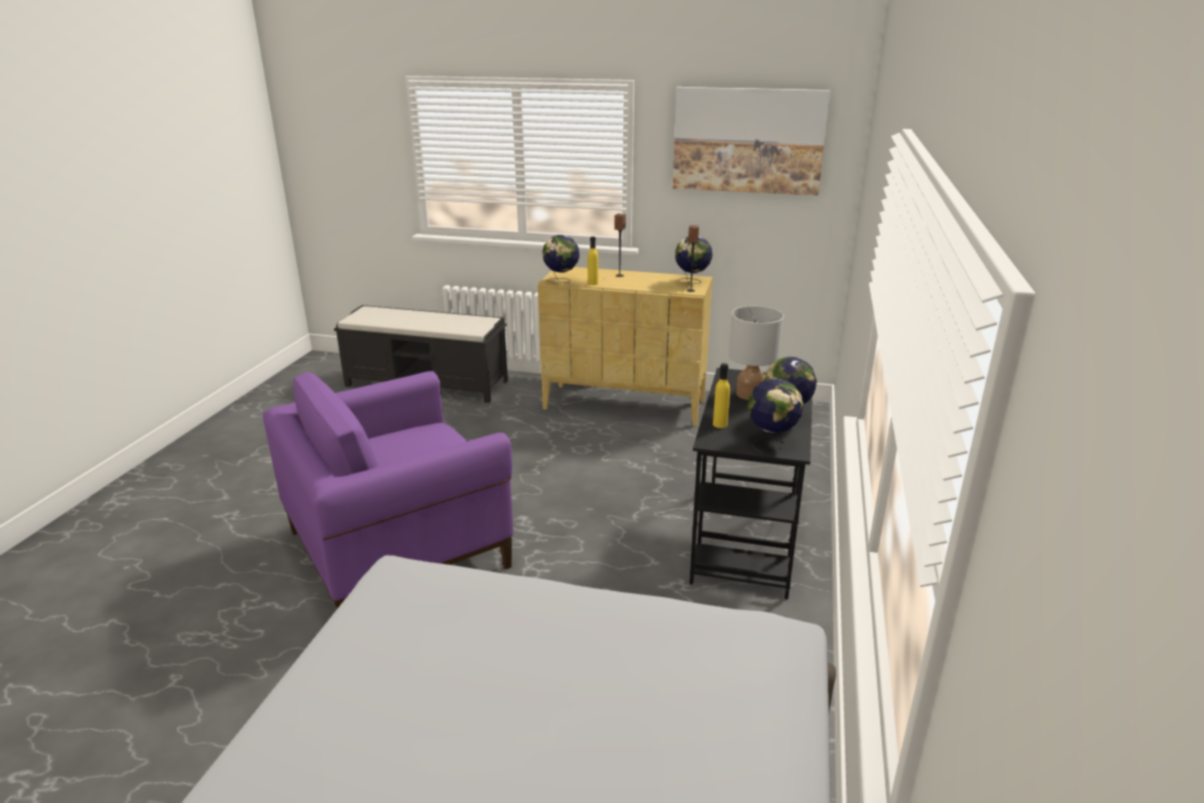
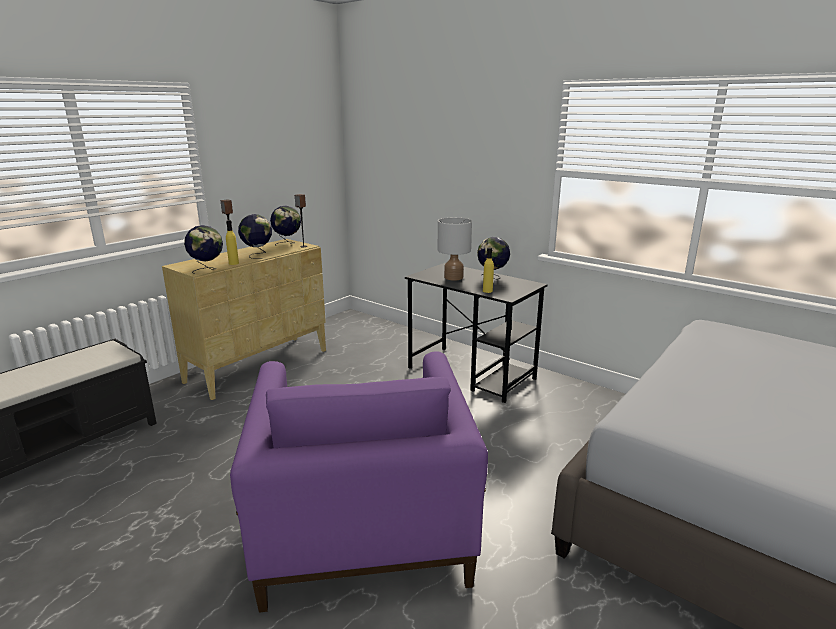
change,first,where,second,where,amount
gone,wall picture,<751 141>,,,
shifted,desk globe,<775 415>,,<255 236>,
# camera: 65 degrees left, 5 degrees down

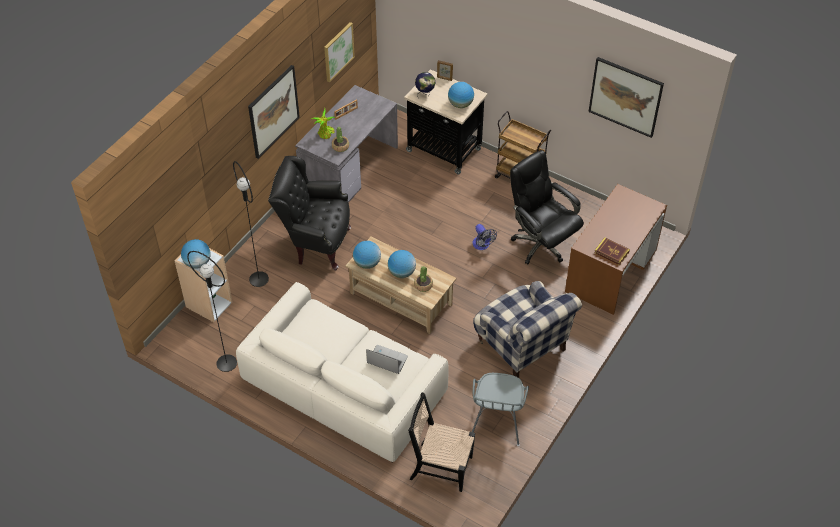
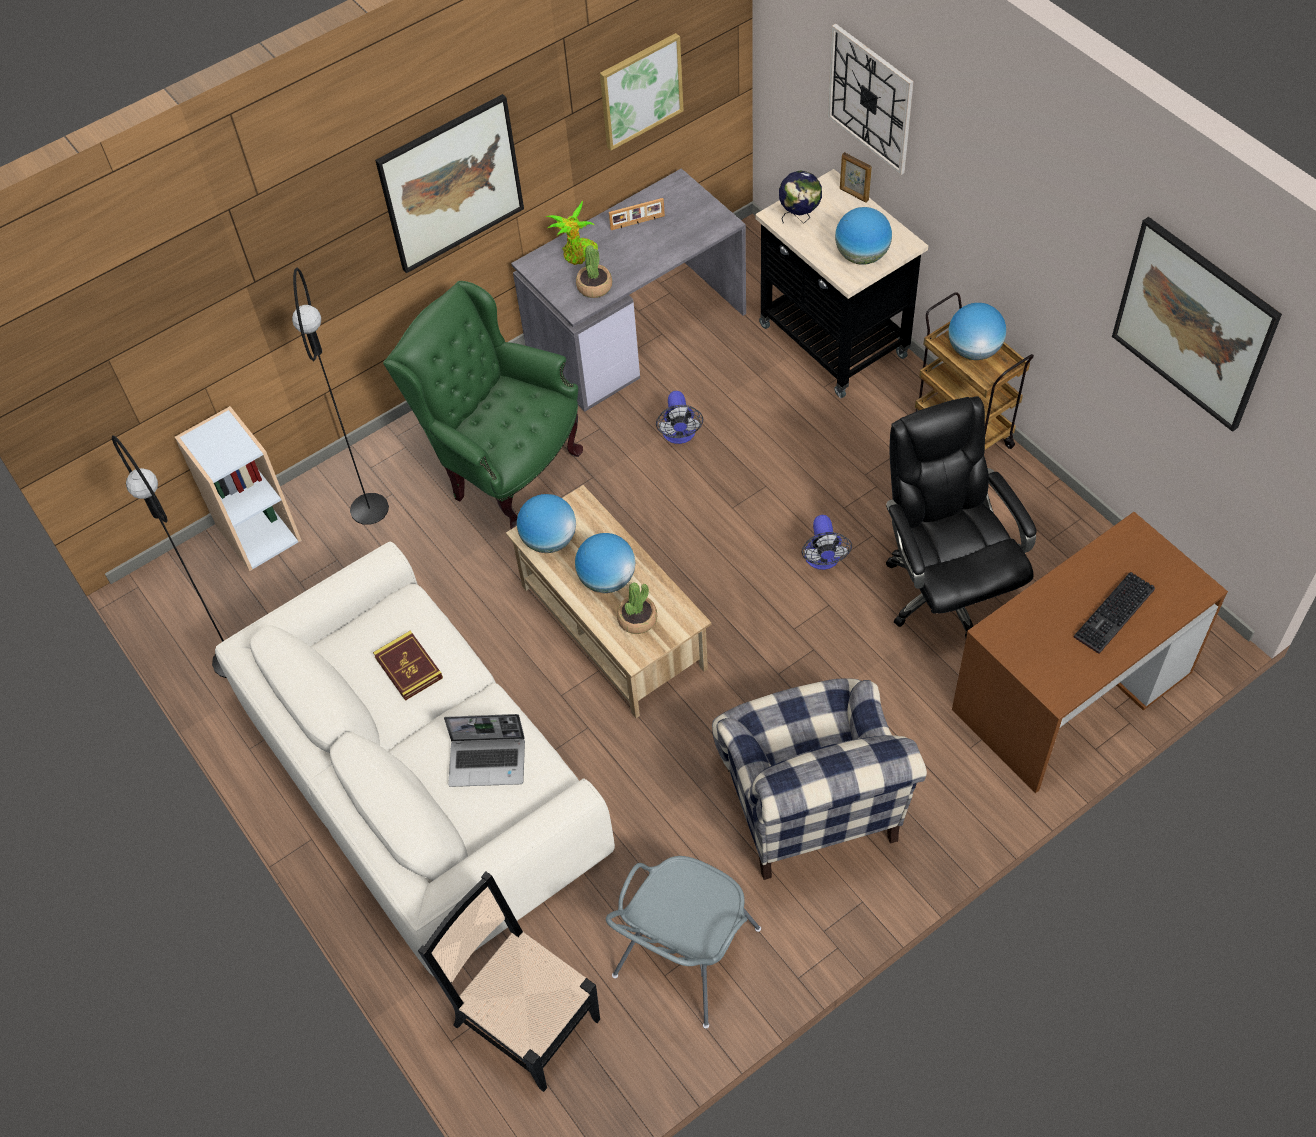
change,first,where,second,where,amount
new,,,fan,<679 417>,
new,,,wall clock,<870 99>,
new,,,PC keyboard,<1114 613>,
shifted,desk globe,<196 254>,,<977 331>,
shifted,bound book,<612 251>,,<408 665>,
repainted,blackish easy chair,<309 213>,green-coloured easy chair,<483 405>,
rotated,portable computer,<387 359>,,<484 750>,135 degrees clockwise
# camera: 25 degrees right, 5 degrees up

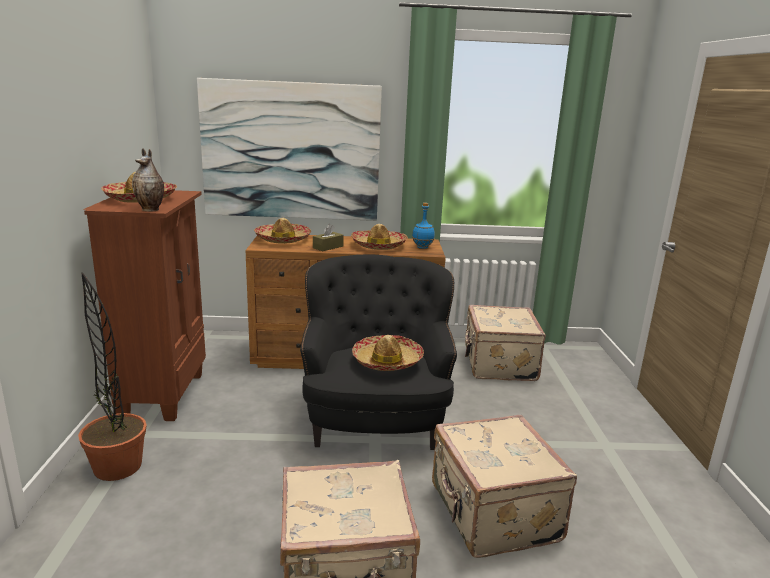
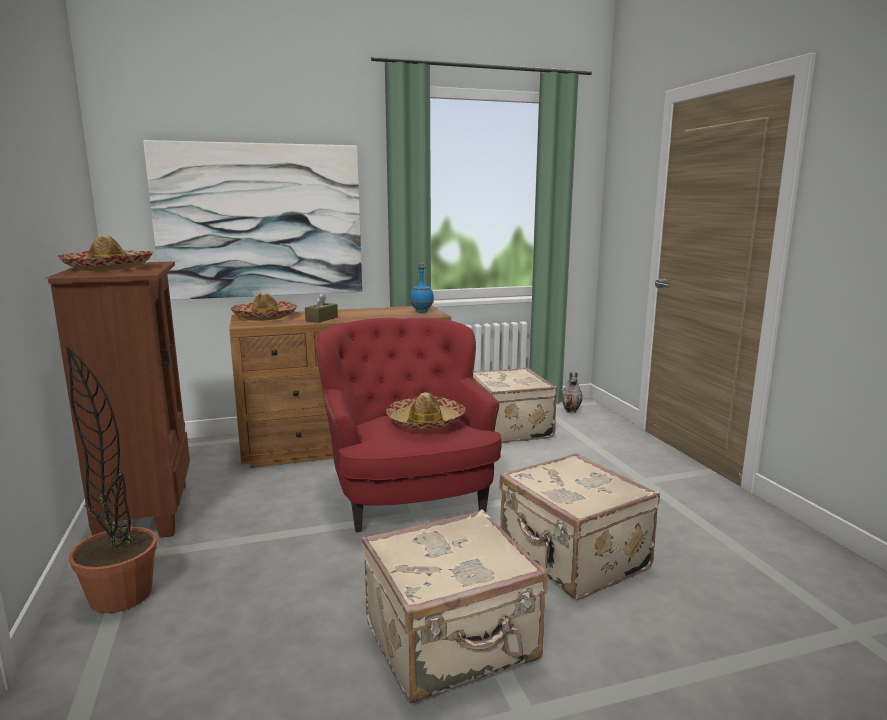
change,first,where,second,where,amount
gone,clothing hat,<379 237>,,,
shifted,vase,<148 179>,,<572 392>,
repainted,blackish easy chair,<378 352>,reddish easy chair,<407 425>,
# camera: 15 degrees left, 5 degrees down

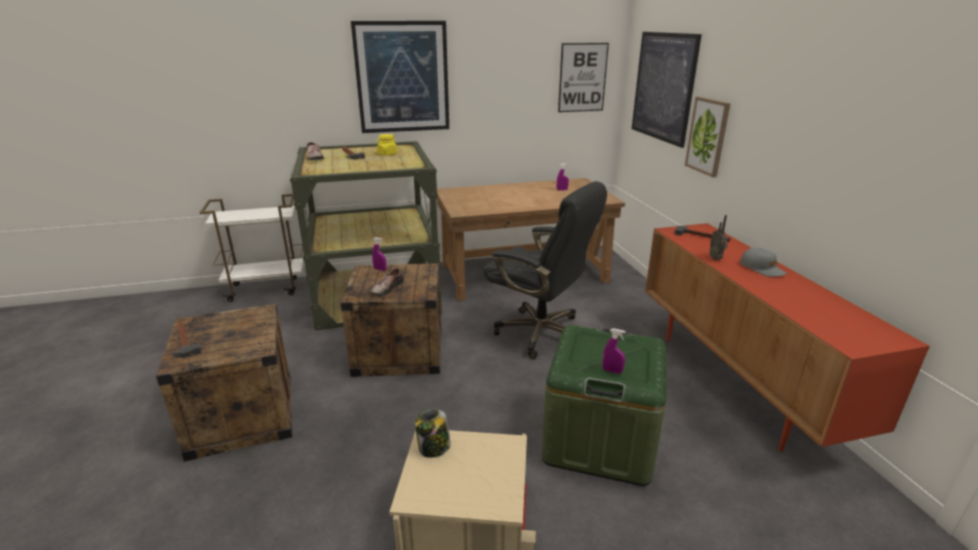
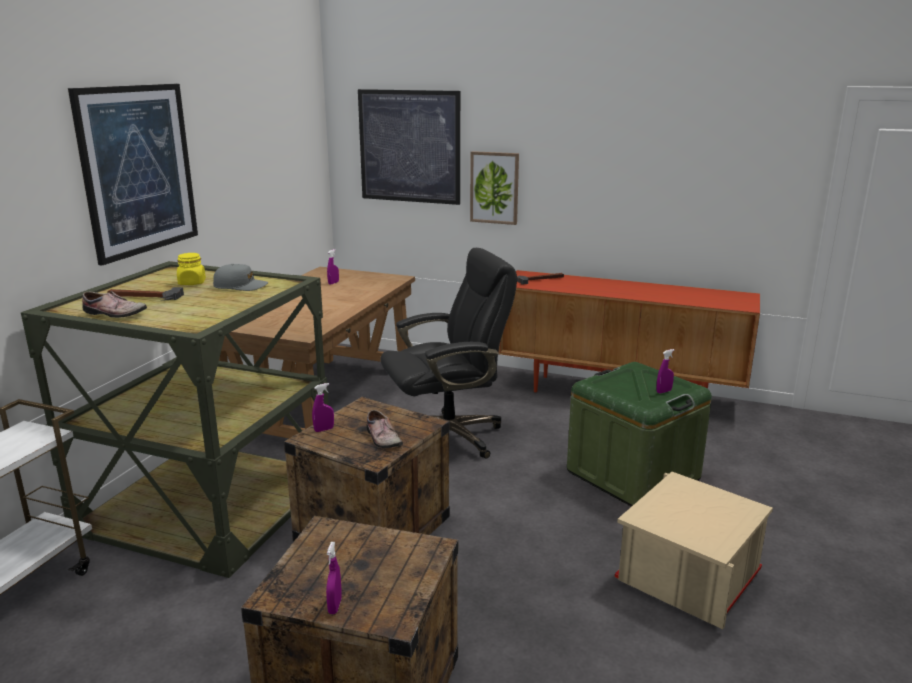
change,first,where,second,where,amount
gone,storage jar,<433 433>,,,
gone,wall picture,<583 77>,,,
gone,radio set,<718 237>,,,
shifted,gray peaked cap,<763 262>,,<240 277>,
swapped,hammer,<186 340>,purplish sprayer,<334 578>,
# camera: 55 degrees left, 5 degrees down

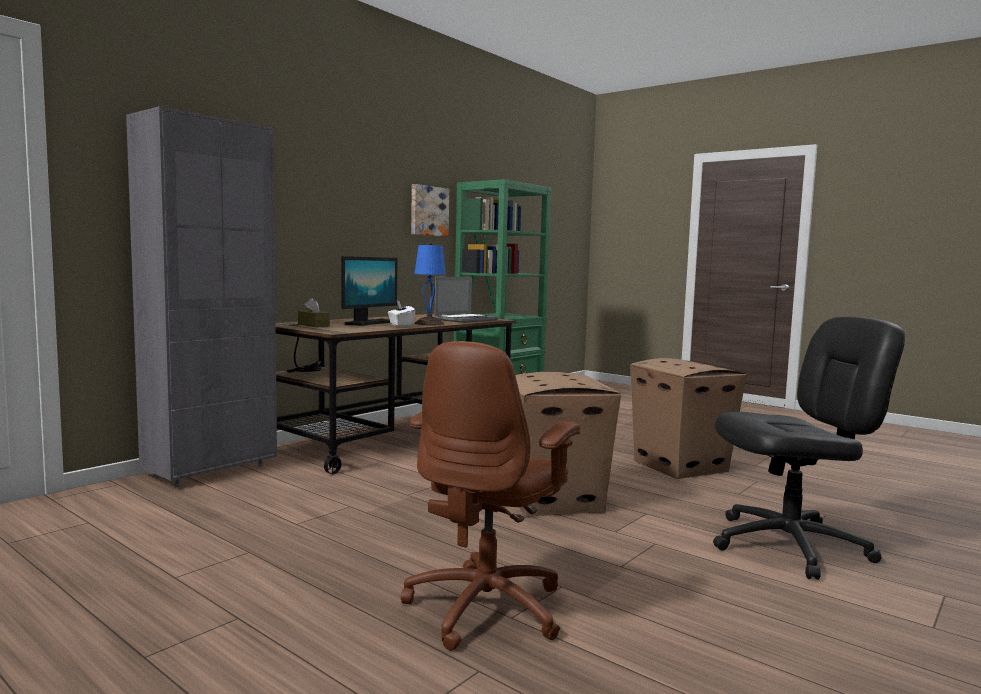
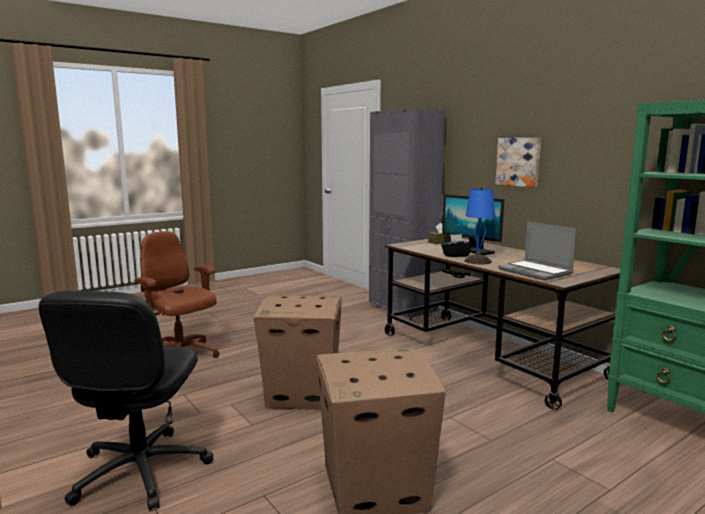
change,first,where,second,where,amount
shifted,wall picture,<430 210>,,<518 163>,
repainted,white-coloured tissue box,<401 314>,blackish tissue box,<456 245>,
# camera: 105 degrees right, 5 degrees up

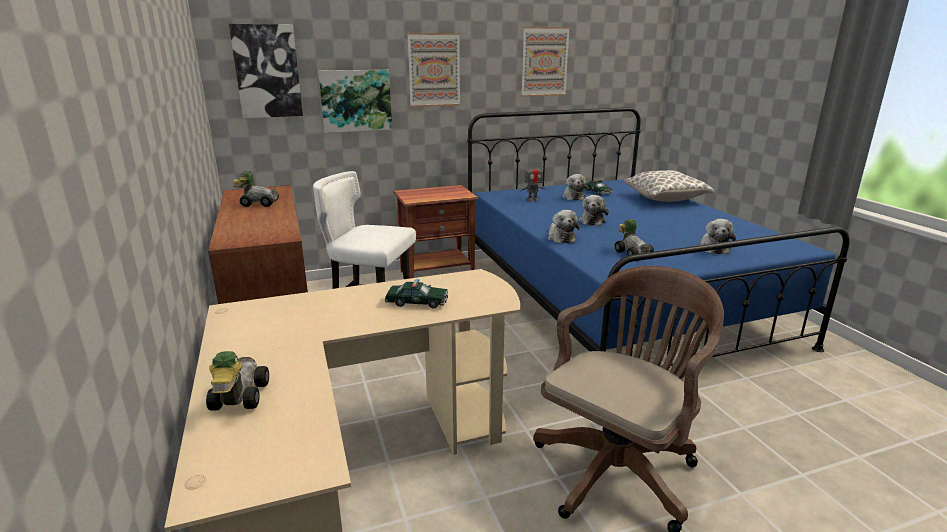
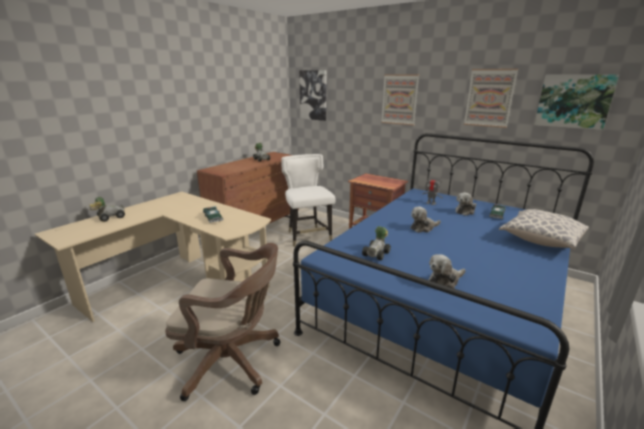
change,first,where,second,where,amount
gone,soft toy,<563 227>,,,
shifted,wall picture,<355 101>,,<576 102>,
# camera: 55 degrees right, 0 degrees up

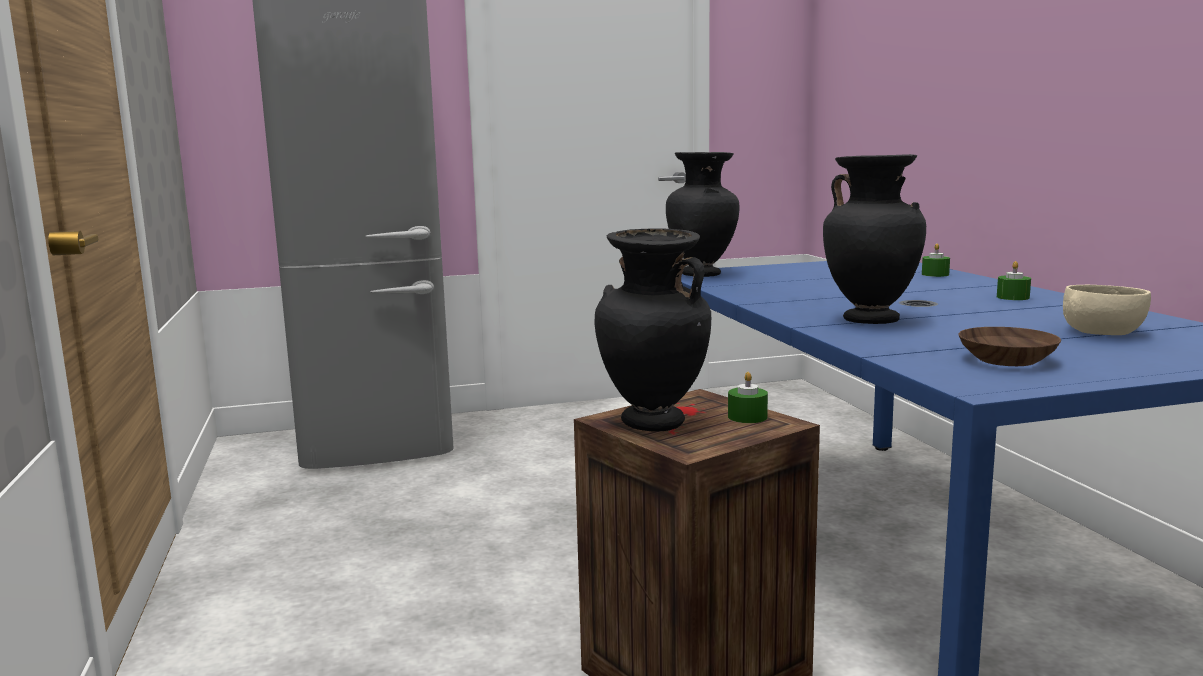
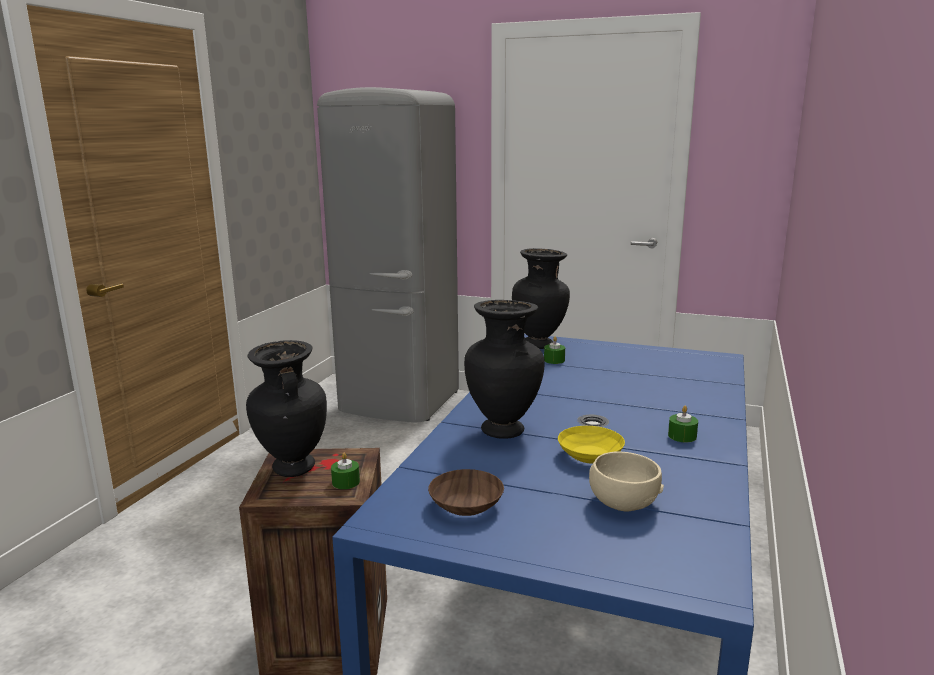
change,first,where,second,where,amount
new,,,yellowish bowl,<591 445>,
shifted,green-coloured wax candle,<936 260>,,<554 350>,
# camera: 35 degrees right, 5 degrees up

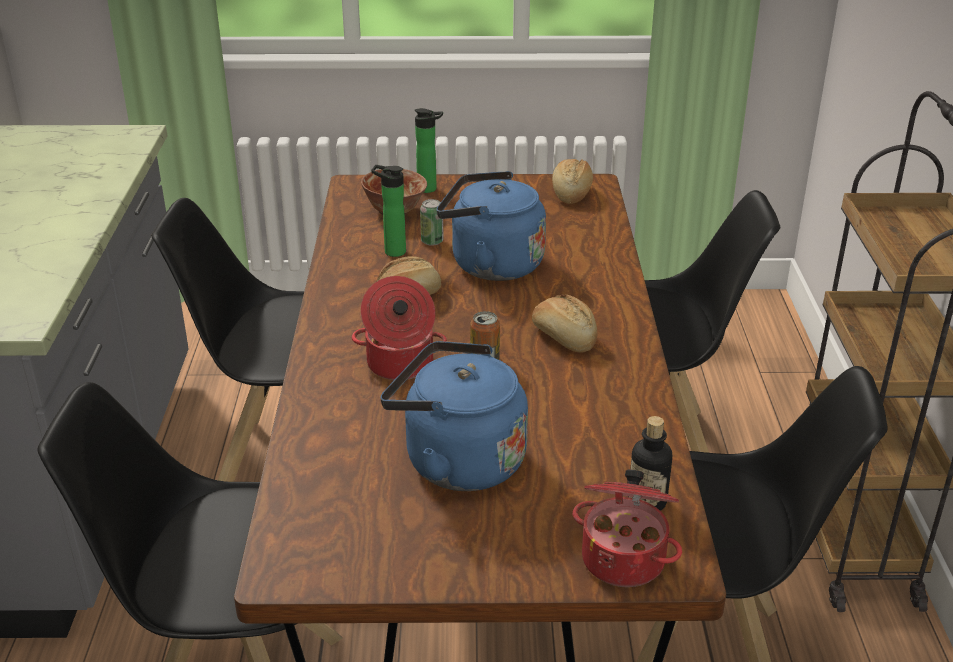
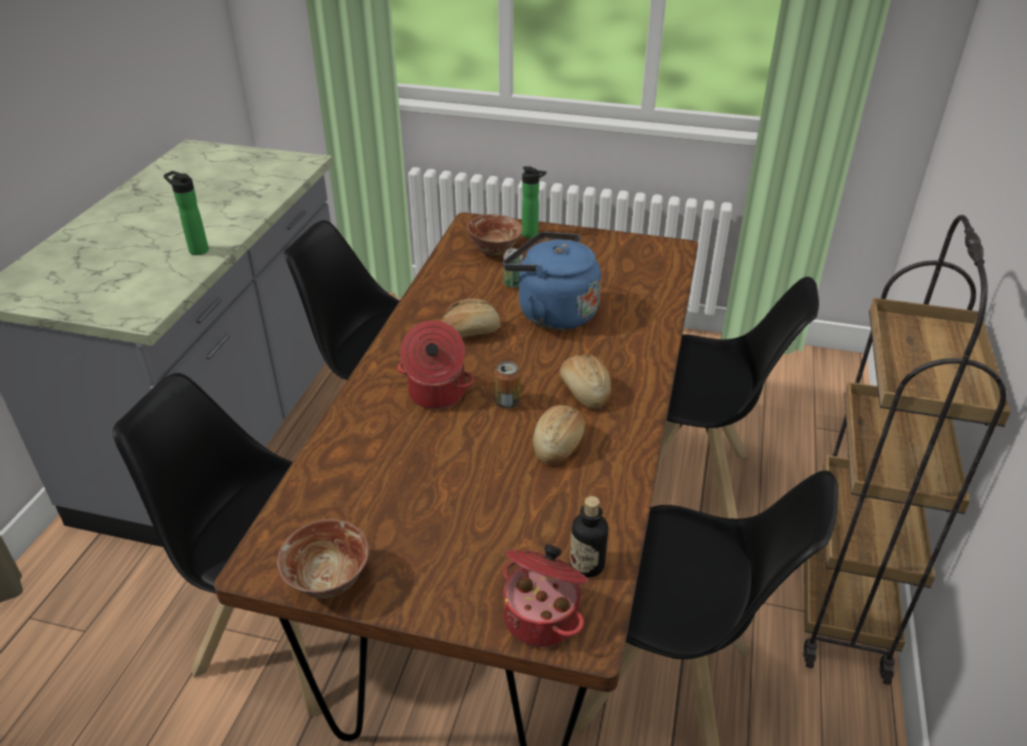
change,first,where,second,where,amount
gone,blue-coloured tea kettle,<454 416>,,,
new,,,bowl,<323 559>,
shifted,bottle,<388 211>,,<186 213>,
shifted,baked bread,<572 181>,,<559 435>,
# camera: 15 degrees right, 5 degrees up

